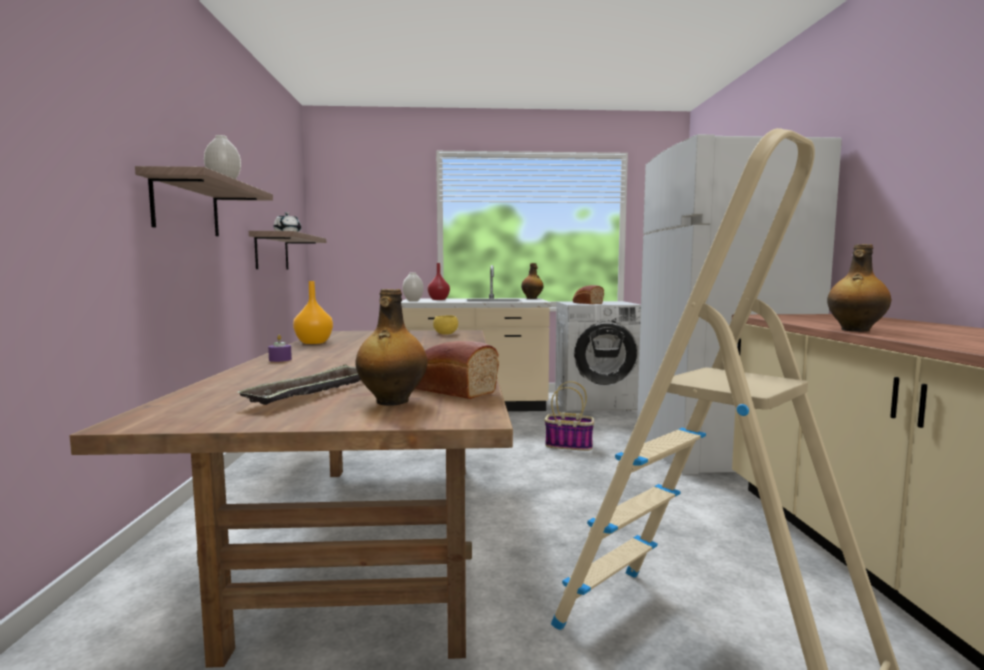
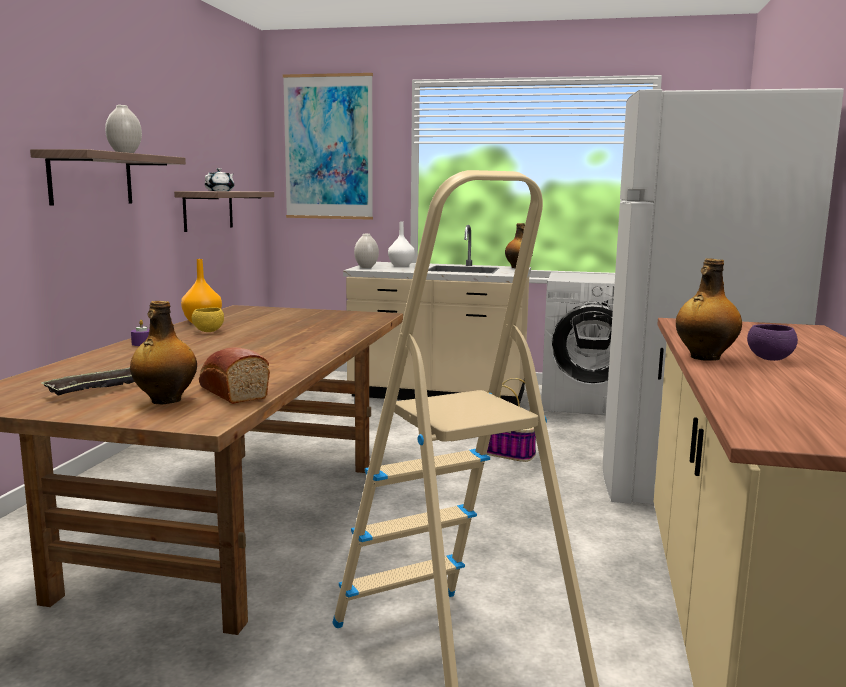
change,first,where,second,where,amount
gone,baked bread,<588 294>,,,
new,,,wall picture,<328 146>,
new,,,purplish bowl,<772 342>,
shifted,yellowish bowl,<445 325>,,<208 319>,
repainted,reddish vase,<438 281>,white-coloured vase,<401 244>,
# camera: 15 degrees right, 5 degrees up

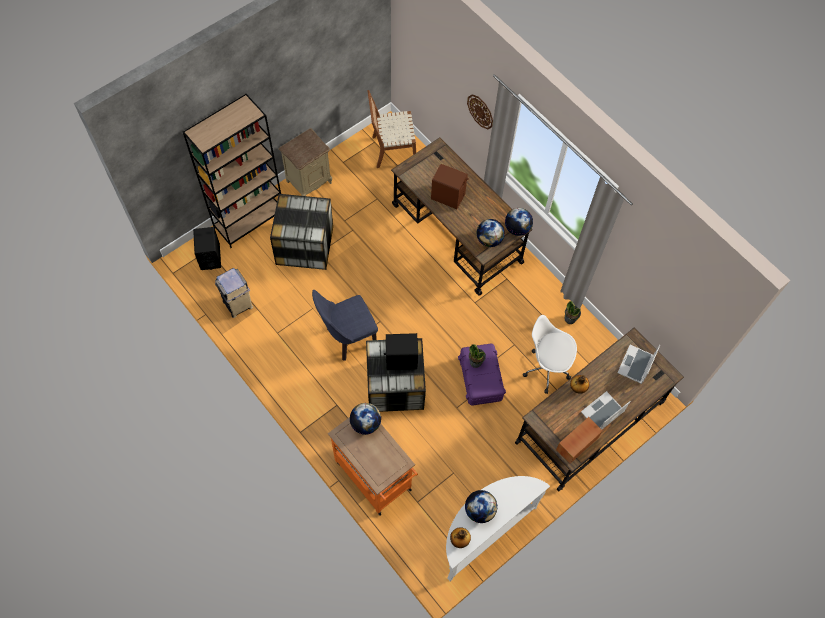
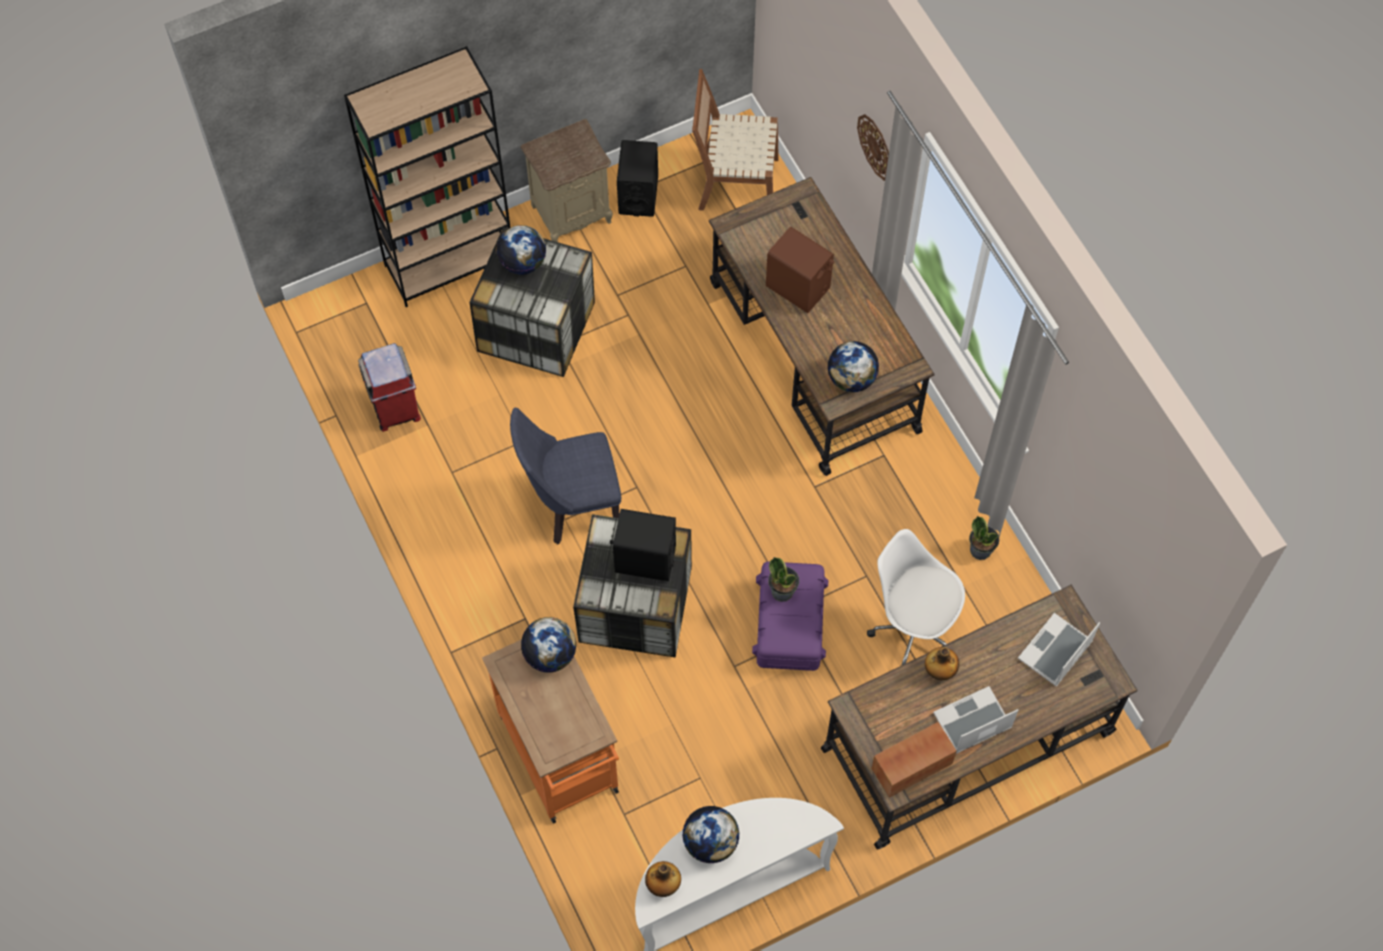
change,first,where,second,where,amount
shifted,blackish audio speaker,<207 248>,,<637 178>,
shifted,desk globe,<519 222>,,<521 250>,
repainted,beige-coloured rubbish bin,<234 293>,reddish rubbish bin,<389 387>,
# camera: 15 degrees right, 0 degrees up

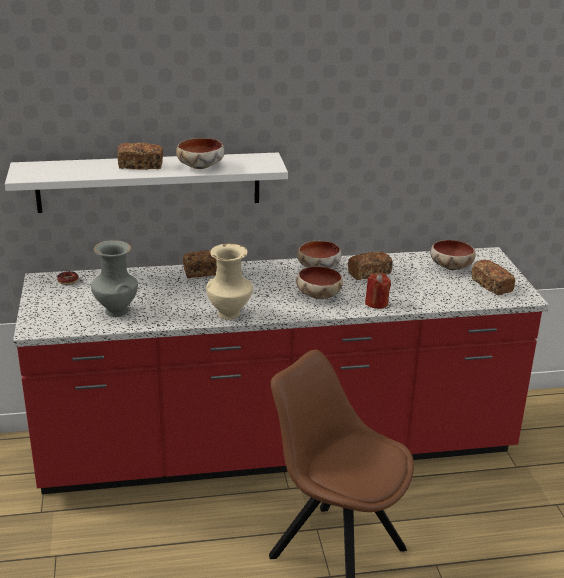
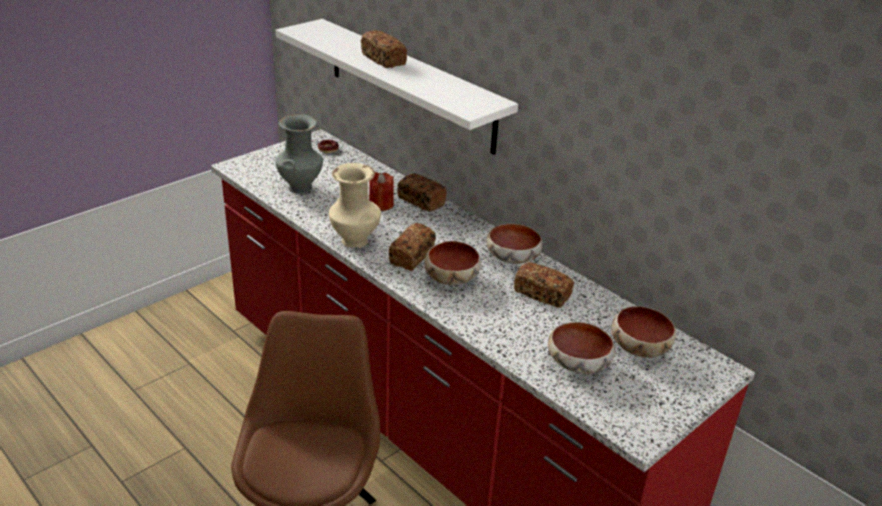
change,first,where,second,where,amount
shifted,bowl,<200 153>,,<581 348>,
shifted,reddish wax candle,<378 291>,,<381 191>,
shifted,baked bread,<493 277>,,<412 247>,
# camera: 55 degrees right, 5 degrees up

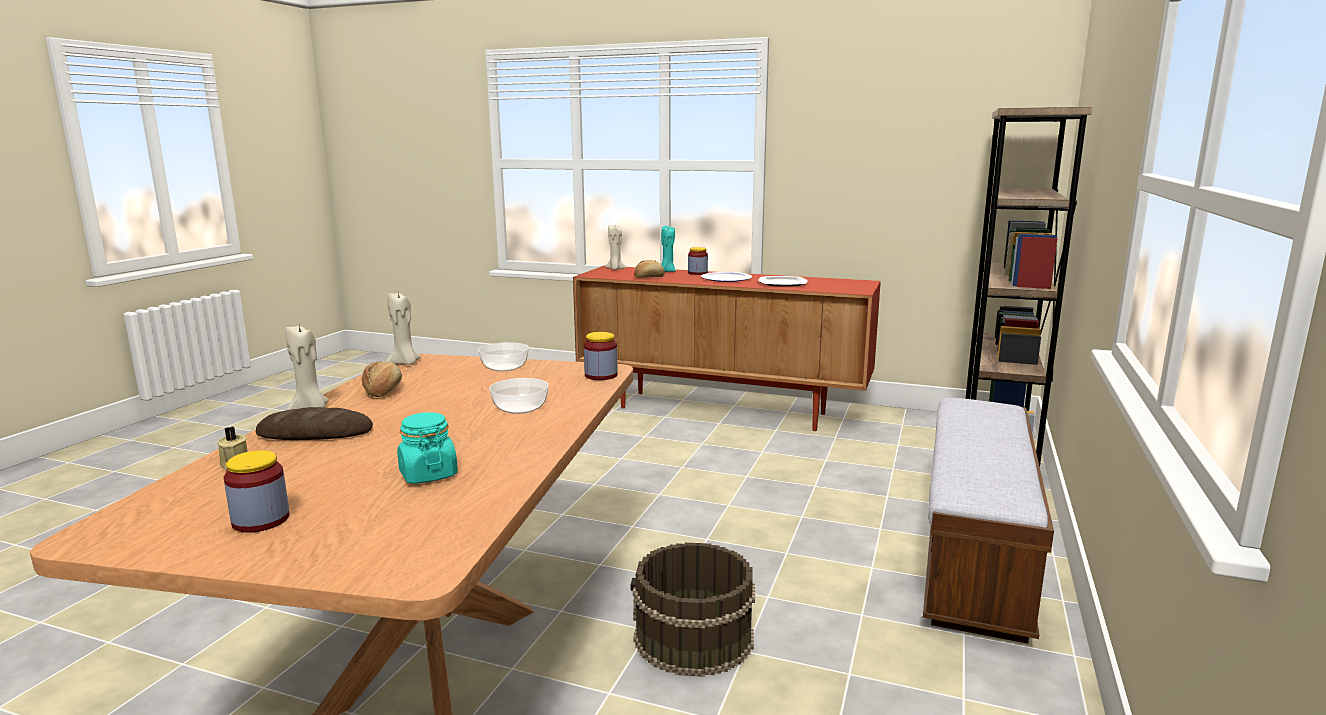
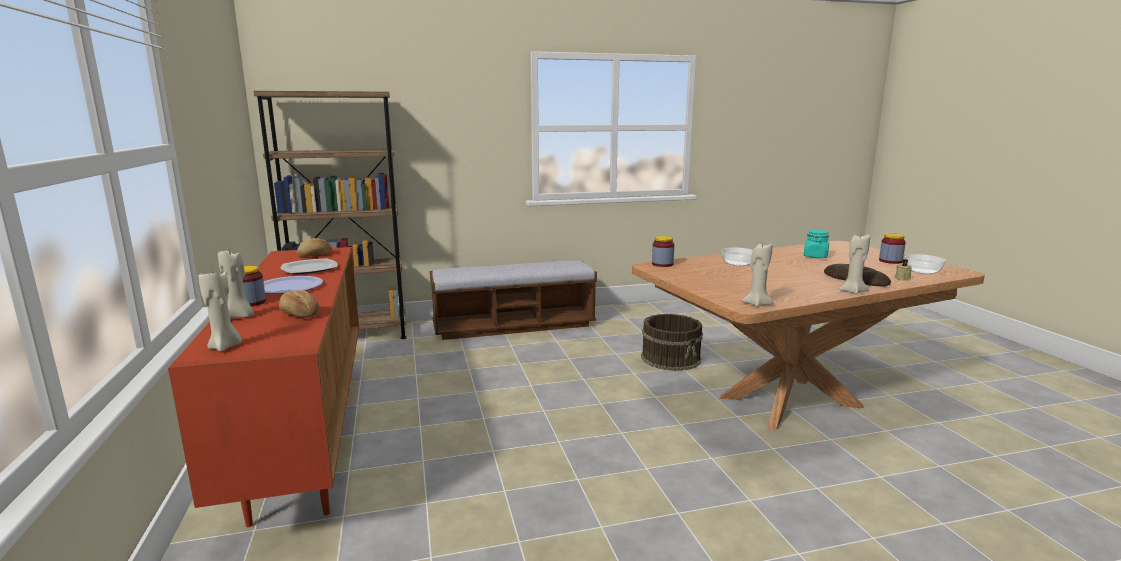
change,first,where,second,where,amount
shifted,baked bread,<382 379>,,<314 248>,
shifted,bowl,<503 357>,,<925 264>,
repainted,blue-green wax candle,<668 249>,beige-coloured wax candle,<236 284>,
# camera: 125 degrees left, 0 degrees up

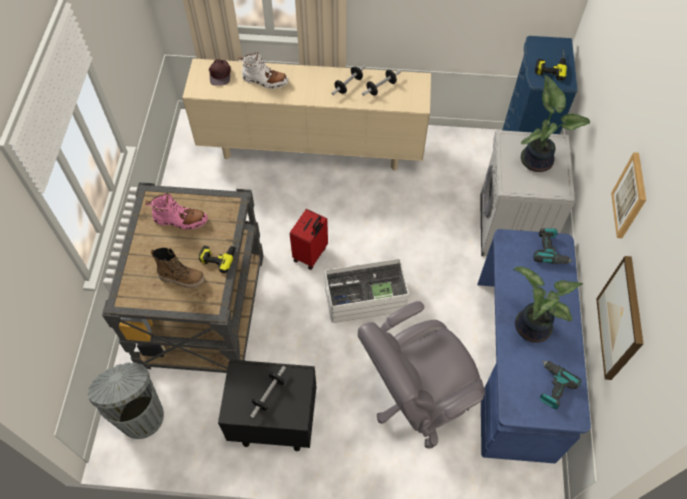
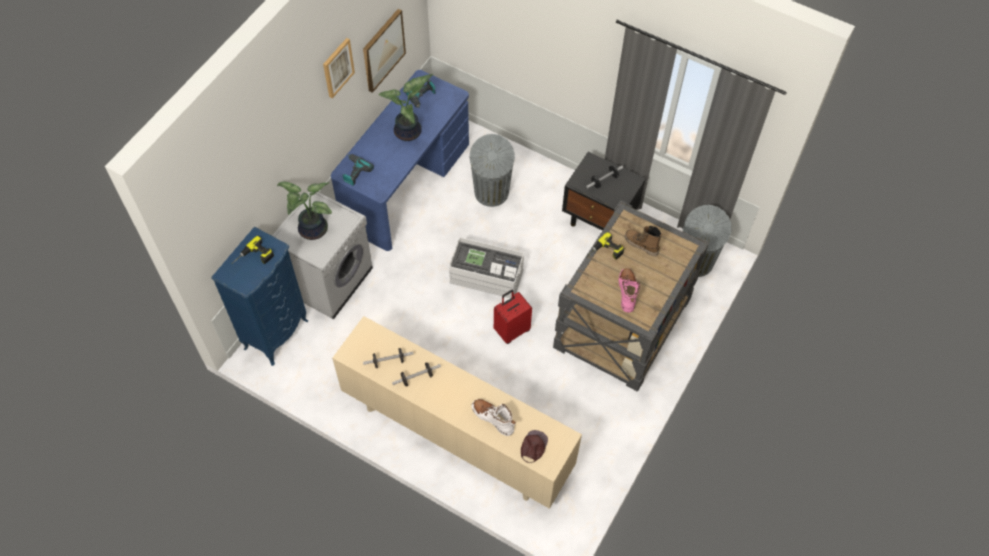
change,first,where,second,where,amount
swapped,gray computer chair,<421 374>,gray rubbish bin,<492 170>,
rotated,pink tall boot,<176 211>,,<629 290>,60 degrees clockwise
# camera: 155 degrees left, 0 degrees up

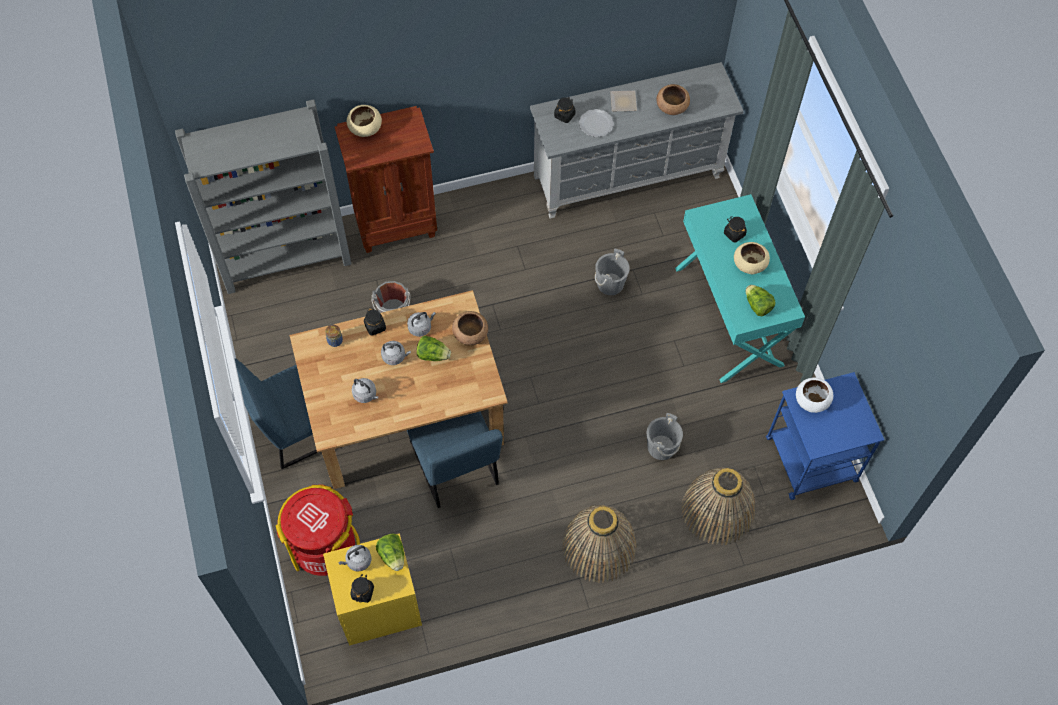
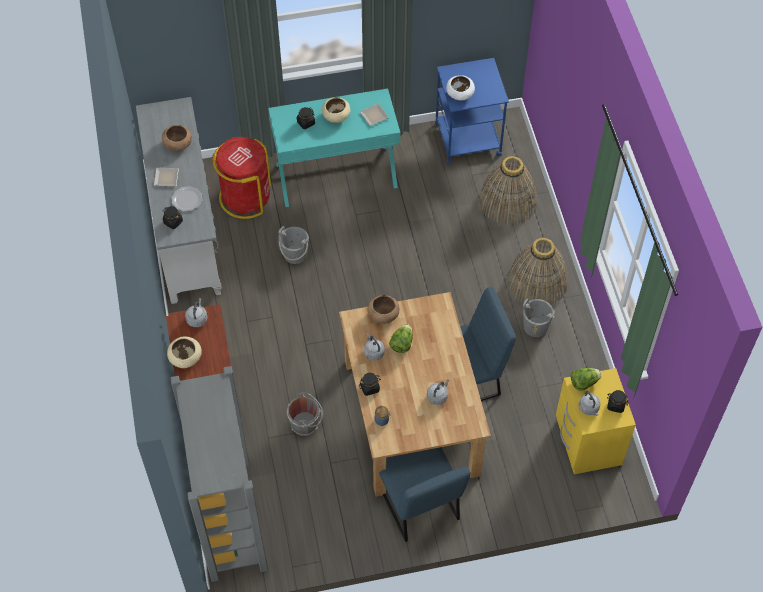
change,first,where,second,where,amount
shifted,reddish rubbish bin,<318 530>,,<241 178>,
shifted,gray tea kettle,<396 353>,,<196 312>,
shifted,gray pail,<665 436>,,<539 318>,
swapped,lettuce head,<760 300>,plate,<374 115>,
# camera: 85 degrees left, 5 degrees down

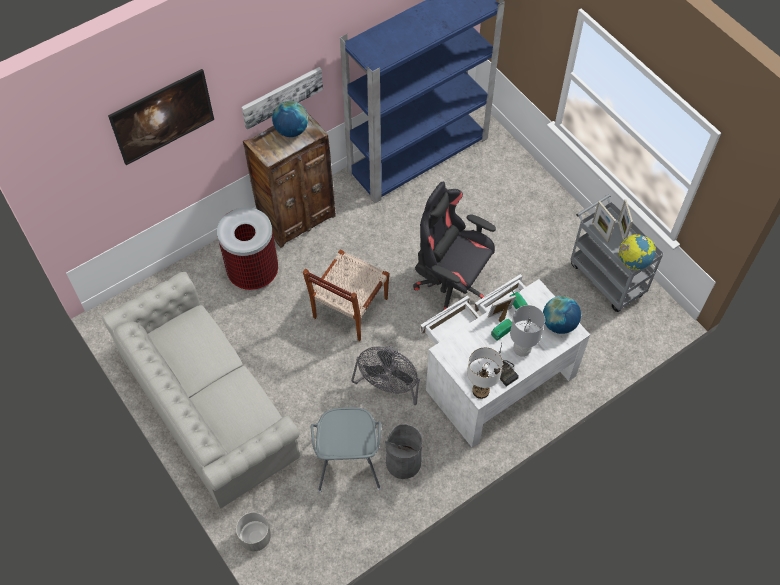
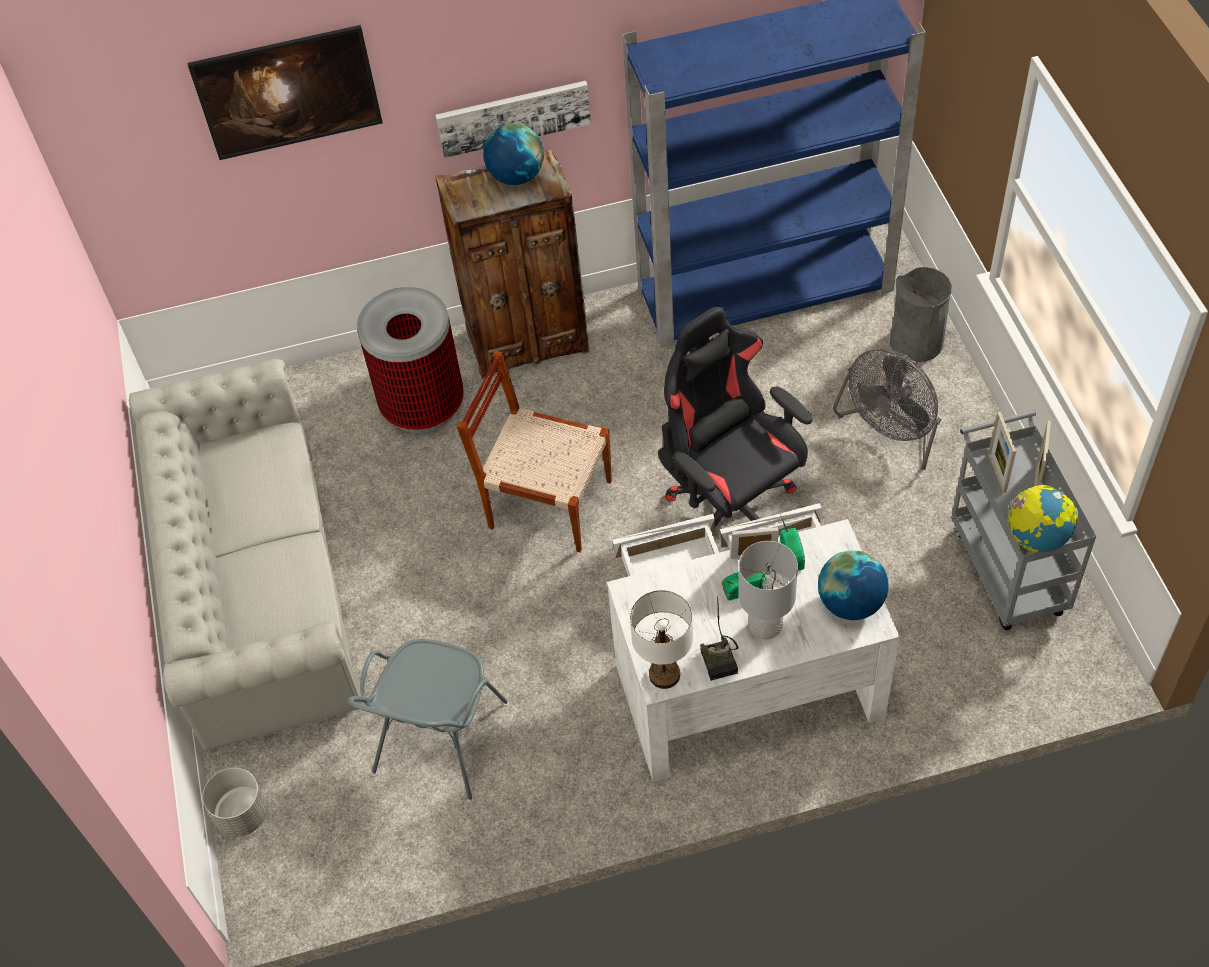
change,first,where,second,where,amount
shifted,gray fan,<385 375>,,<887 409>,
shifted,gray rubbish bin,<403 451>,,<921 314>,
rotated,chair,<346 295>,,<534 451>,60 degrees clockwise
# camera: 25 degrees right, 5 degrees down

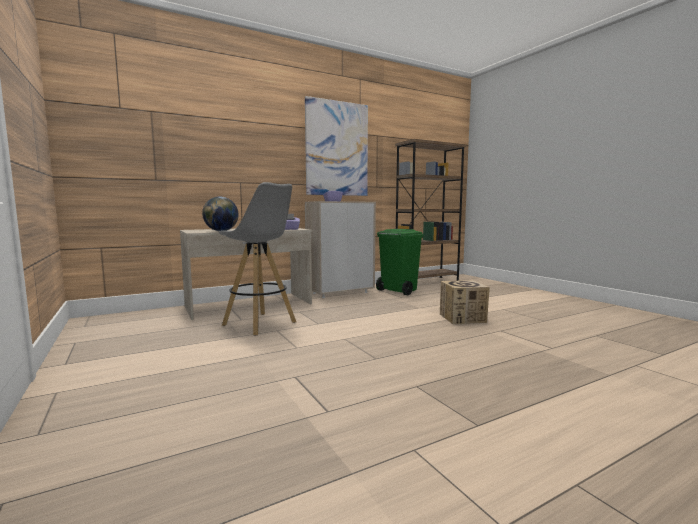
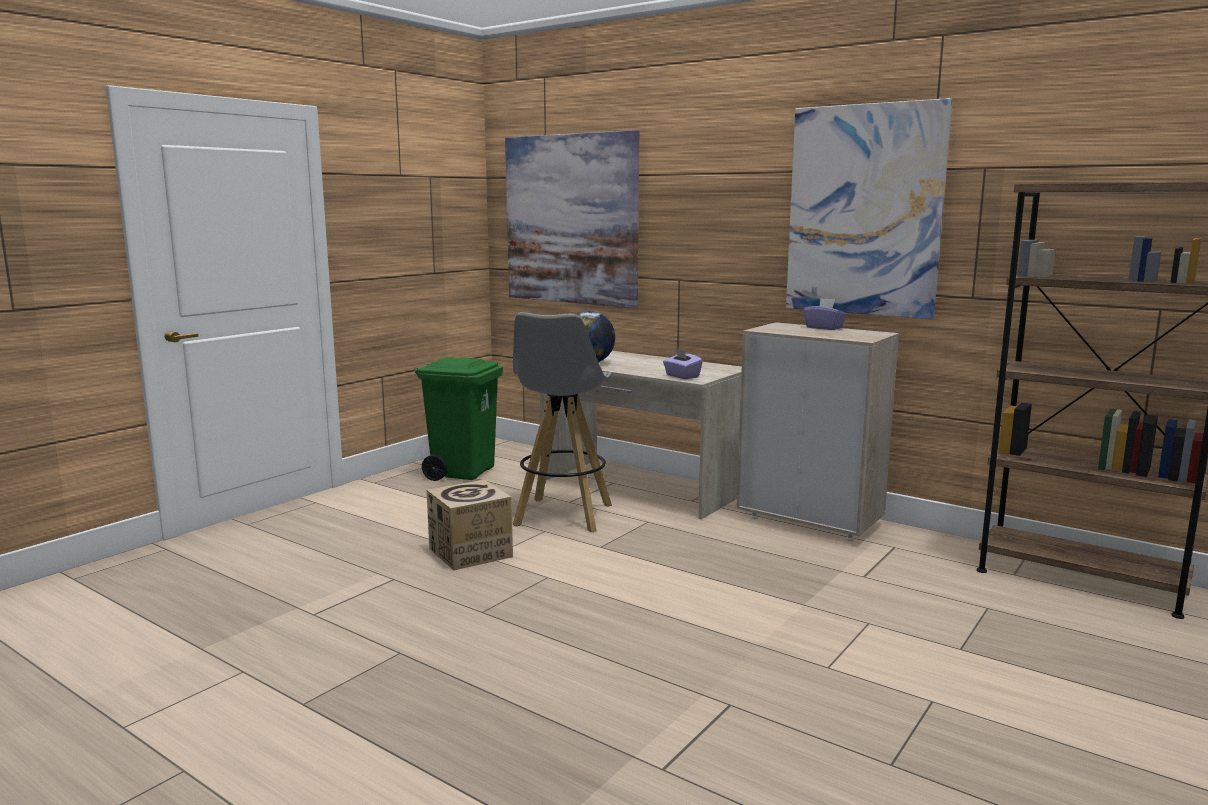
change,first,where,second,where,amount
new,,,wall picture,<572 219>,
shifted,green-coloured rubbish bin,<399 262>,,<458 419>,
shifted,carton,<465 302>,,<470 524>,
# camera: 65 degrees right, 5 degrees up

